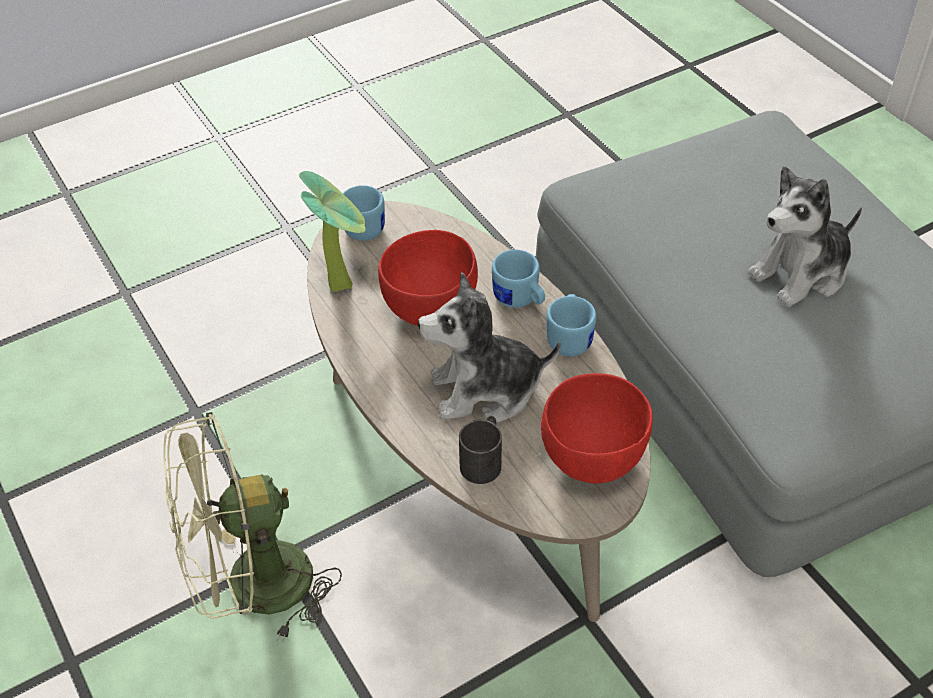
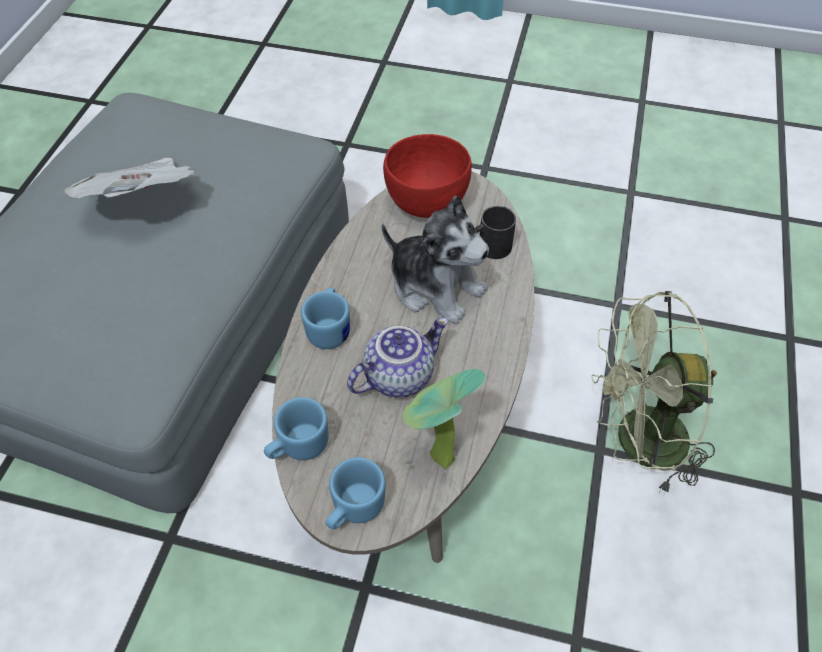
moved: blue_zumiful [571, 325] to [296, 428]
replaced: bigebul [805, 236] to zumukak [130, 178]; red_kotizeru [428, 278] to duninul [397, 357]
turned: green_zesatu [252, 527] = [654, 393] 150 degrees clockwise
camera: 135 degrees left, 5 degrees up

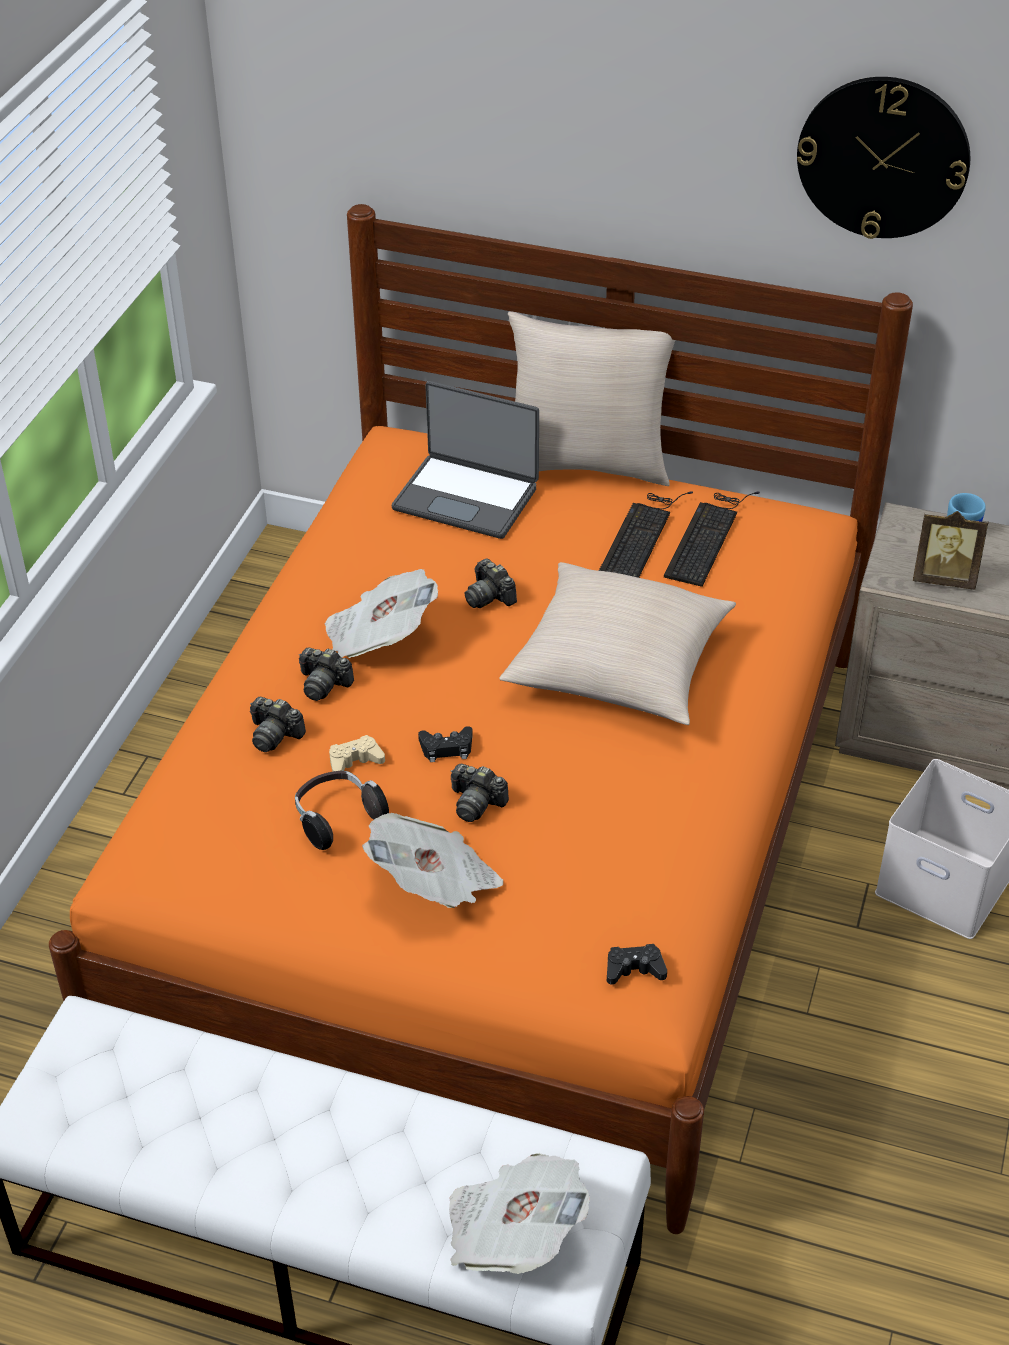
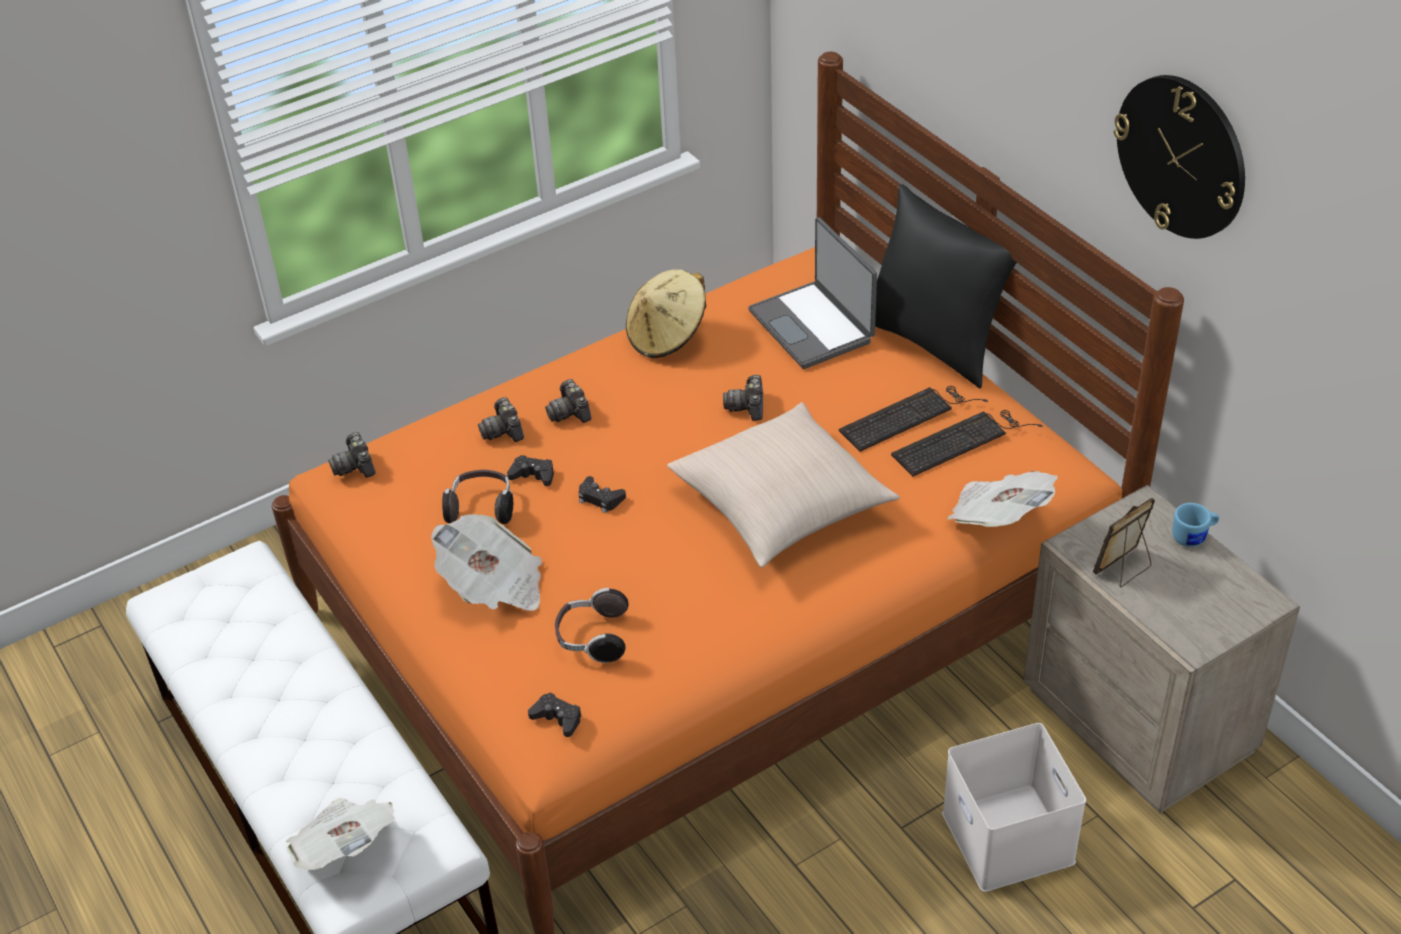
added: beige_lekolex [666, 313]; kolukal [592, 625]
moved: zumukak [381, 613] to [1002, 499]; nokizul [480, 793] to [351, 455]
recoloured: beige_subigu [591, 399] to black_subigu [946, 286]; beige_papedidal [357, 753] to black_papedidal [530, 470]
turned: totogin [950, 550] = [1124, 542] 90 degrees clockwise
camera: 40 degrees right, 0 degrees up

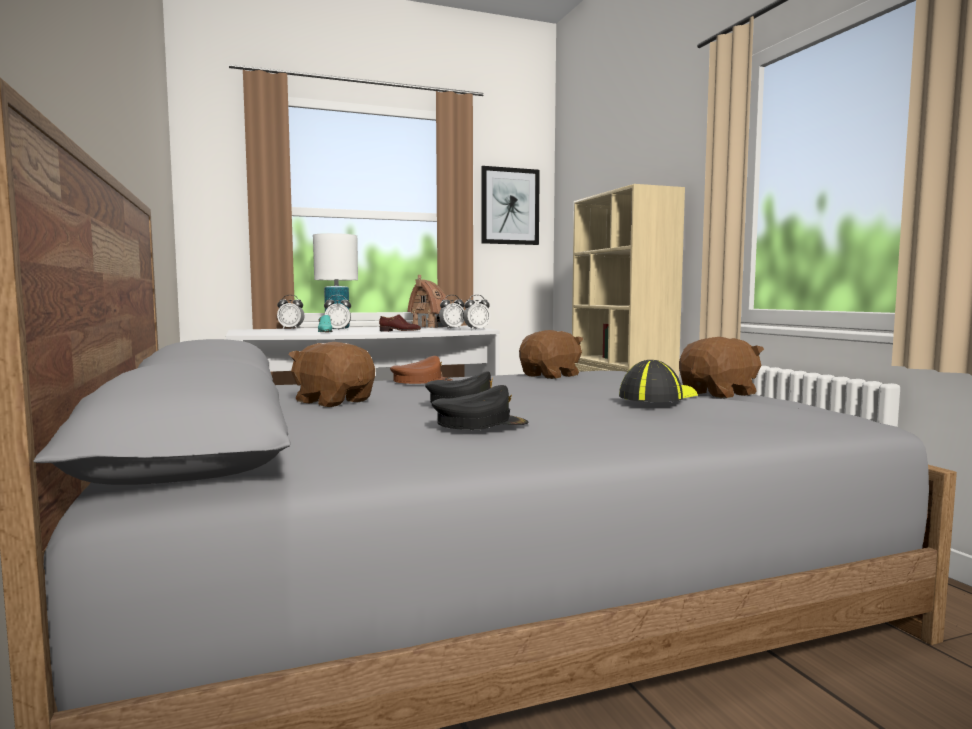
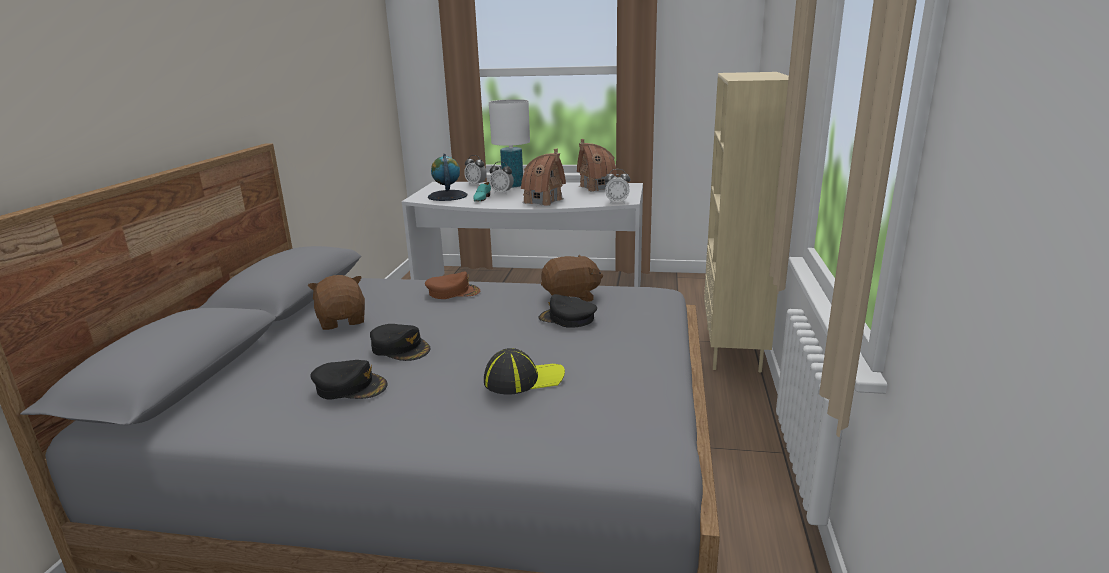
removed: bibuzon [510, 205]; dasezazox [451, 312]; brown_bigebul [721, 367]
added: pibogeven [447, 177]; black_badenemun [567, 311]
replaced: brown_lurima [400, 323] to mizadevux [543, 177]
camera: 30 degrees right, 15 degrees up

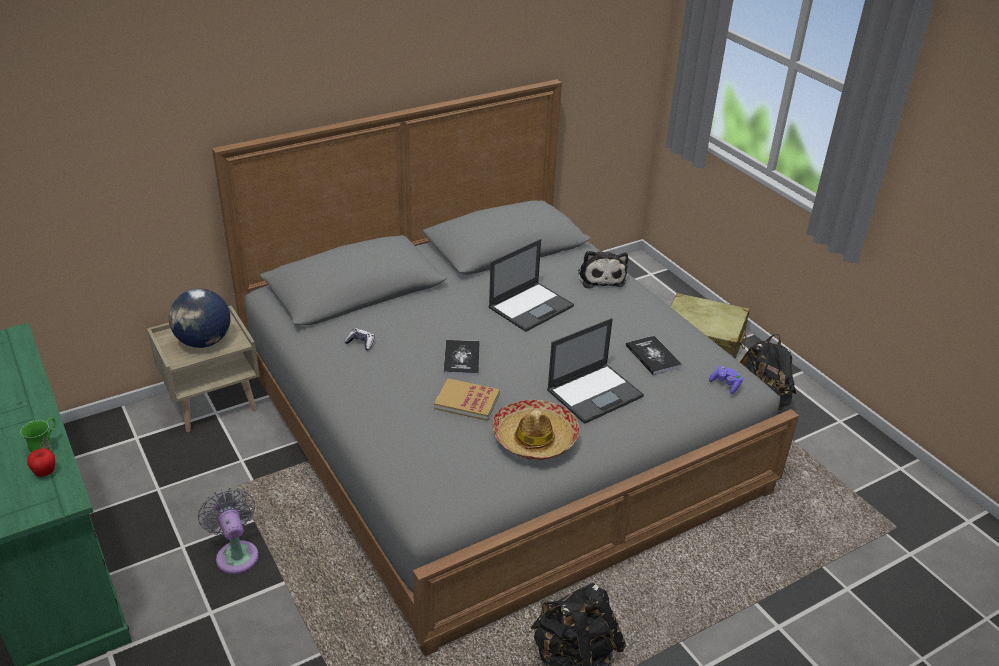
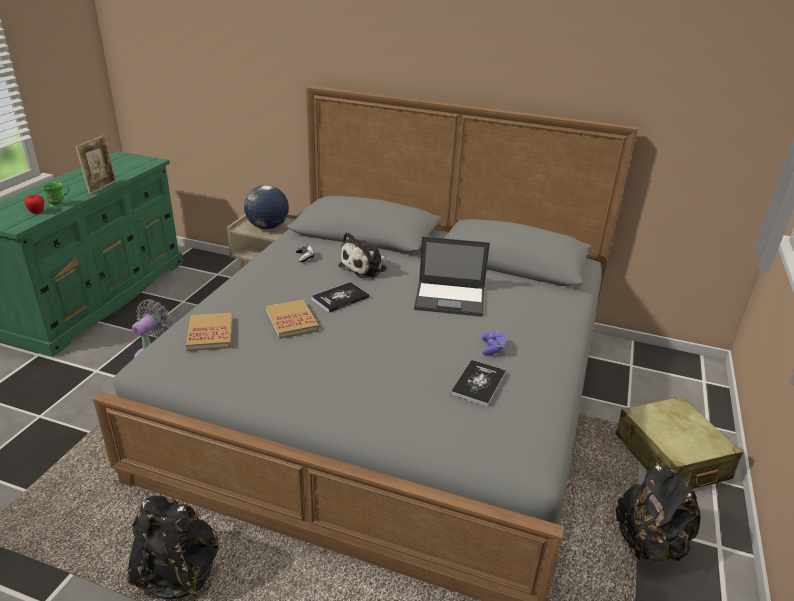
removed: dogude [595, 371]; lekolex [536, 430]
added: totogin [96, 165]; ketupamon [209, 332]
moved: bigebul [603, 269] to [362, 255]; purple_papedidal [726, 380] to [493, 343]
camera: 50 degrees right, 5 degrees down

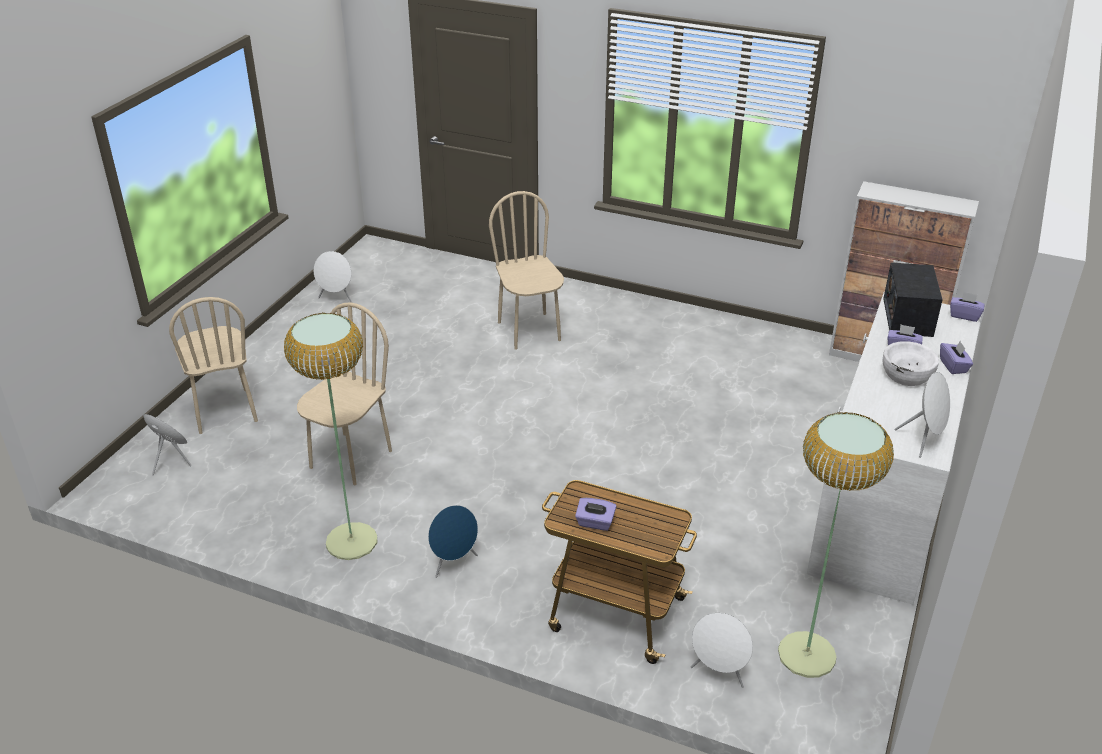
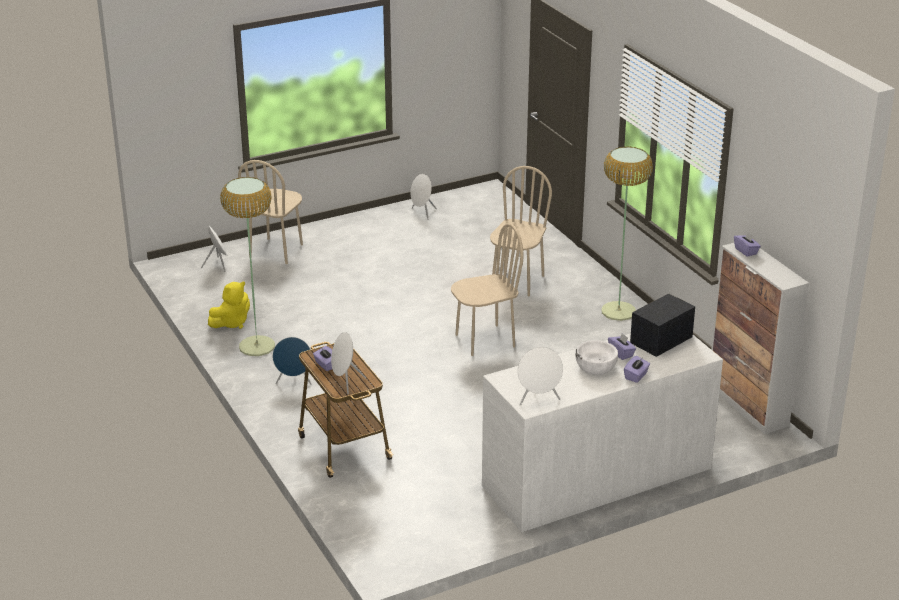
added: yellow_bigebul [229, 305]
moved: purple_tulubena [967, 307] to [747, 244]; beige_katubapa [344, 394] to [487, 289]; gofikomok [836, 545] to [627, 233]; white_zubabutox [722, 650] to [348, 363]
camera: 40 degrees right, 5 degrees down

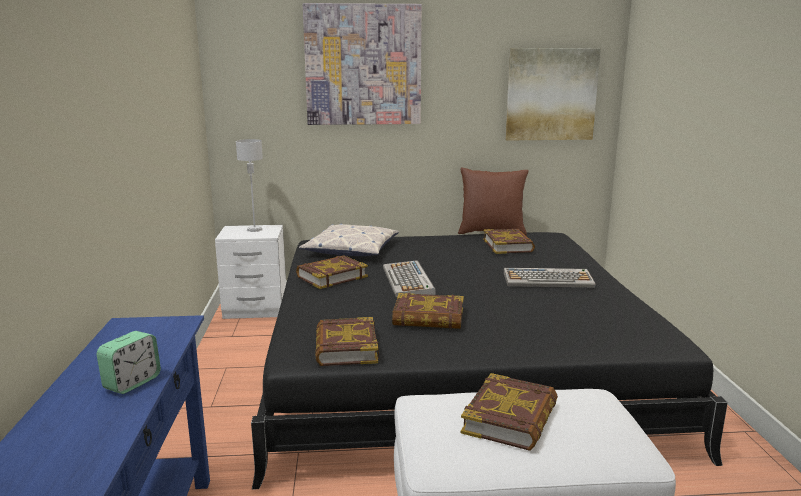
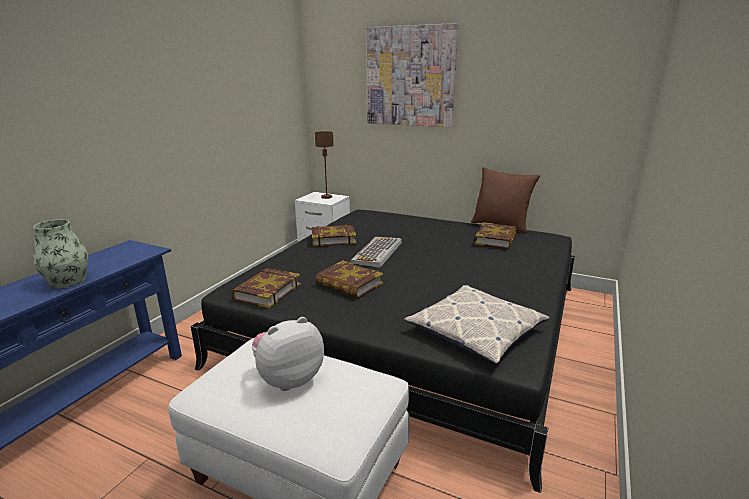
removed: bibuzon [553, 94]; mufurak [549, 277]
moved: subigu [349, 239] to [477, 324]
replaced: dasezazox [129, 362] to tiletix [60, 254]; ketupamon [509, 412] to bigebul [288, 354]
recoloured: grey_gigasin [249, 185] to brown_gigasin [324, 165]
camera: 30 degrees right, 5 degrees up

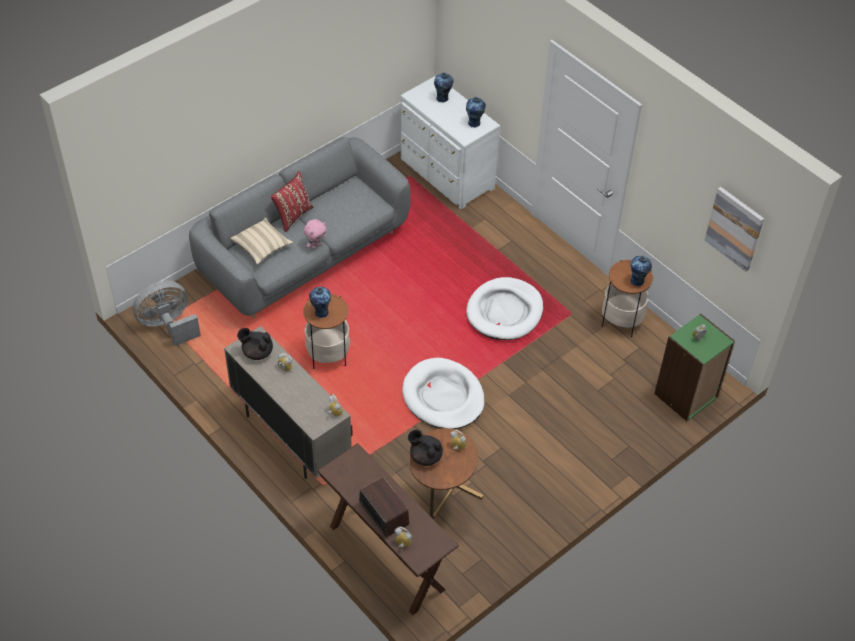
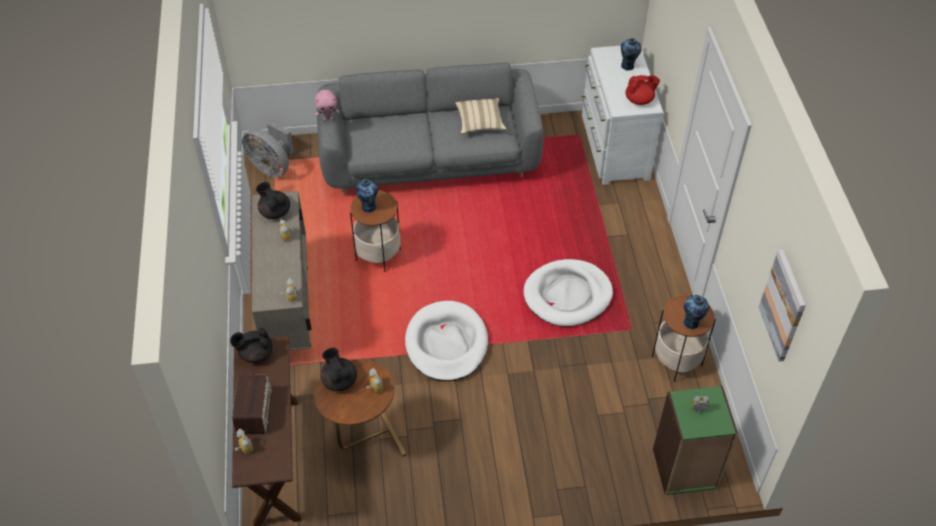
removed: red_subigu [292, 201]
added: black_duninul [251, 345]
moved: beige_subigu [261, 241] to [480, 116]; pink_bigebul [315, 234] to [327, 105]
replaced: tiletix [476, 112] to red_duninul [643, 90]
turned: grey_zesatu [167, 313] = [268, 149] 150 degrees counterclockwise
camera: 35 degrees right, 0 degrees up

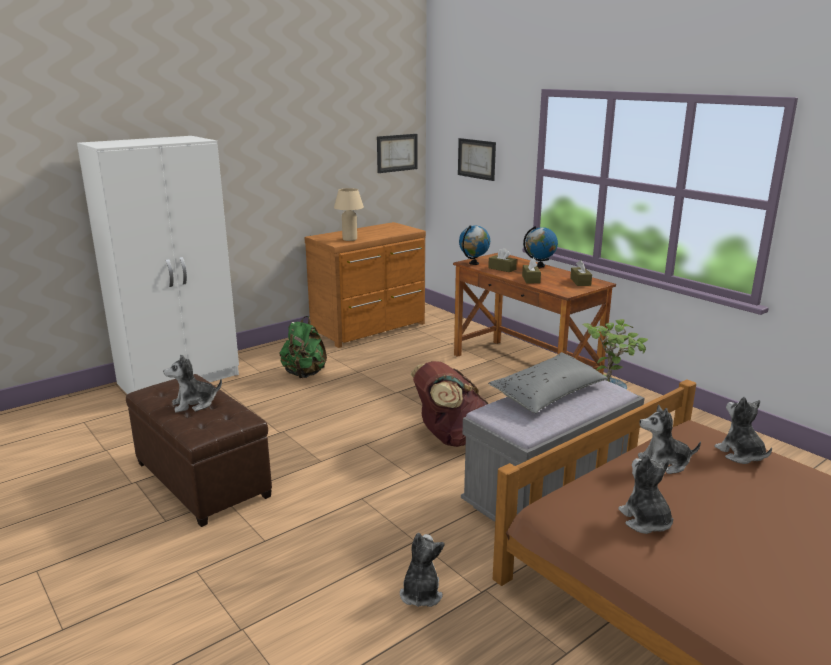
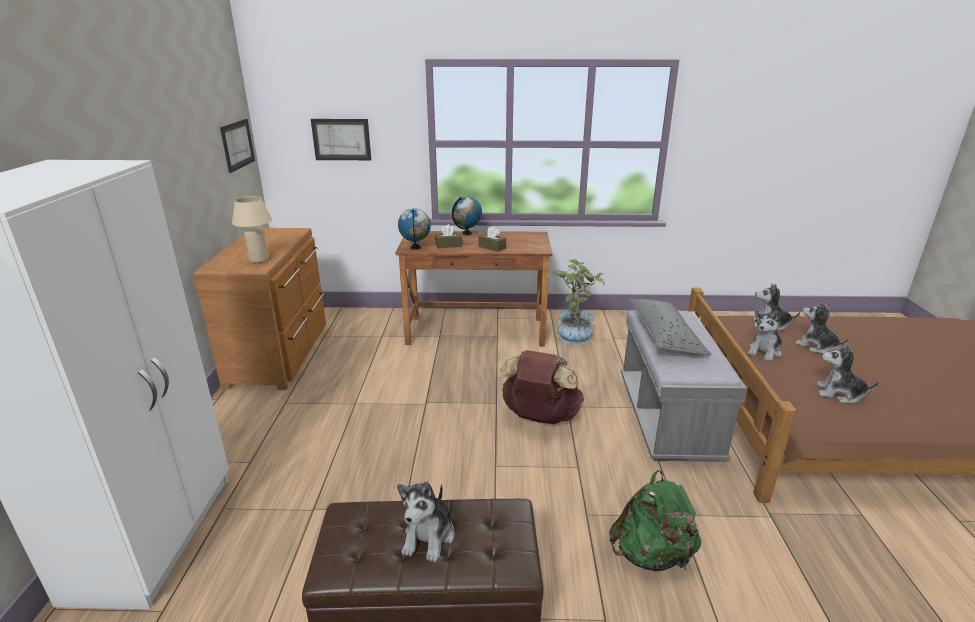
removed: brown_tulubena [581, 273]
moved: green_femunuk [303, 347] to [655, 520]; bigebul [422, 570] to [822, 328]
camera: 50 degrees left, 5 degrees up

